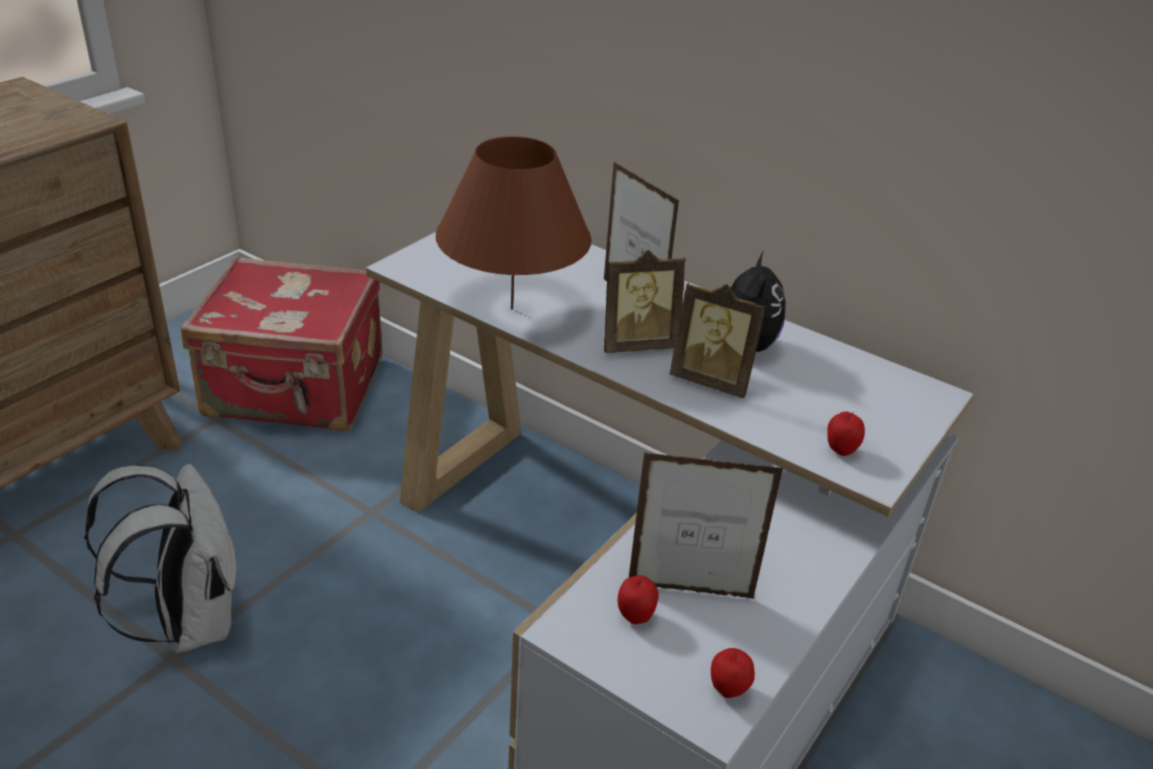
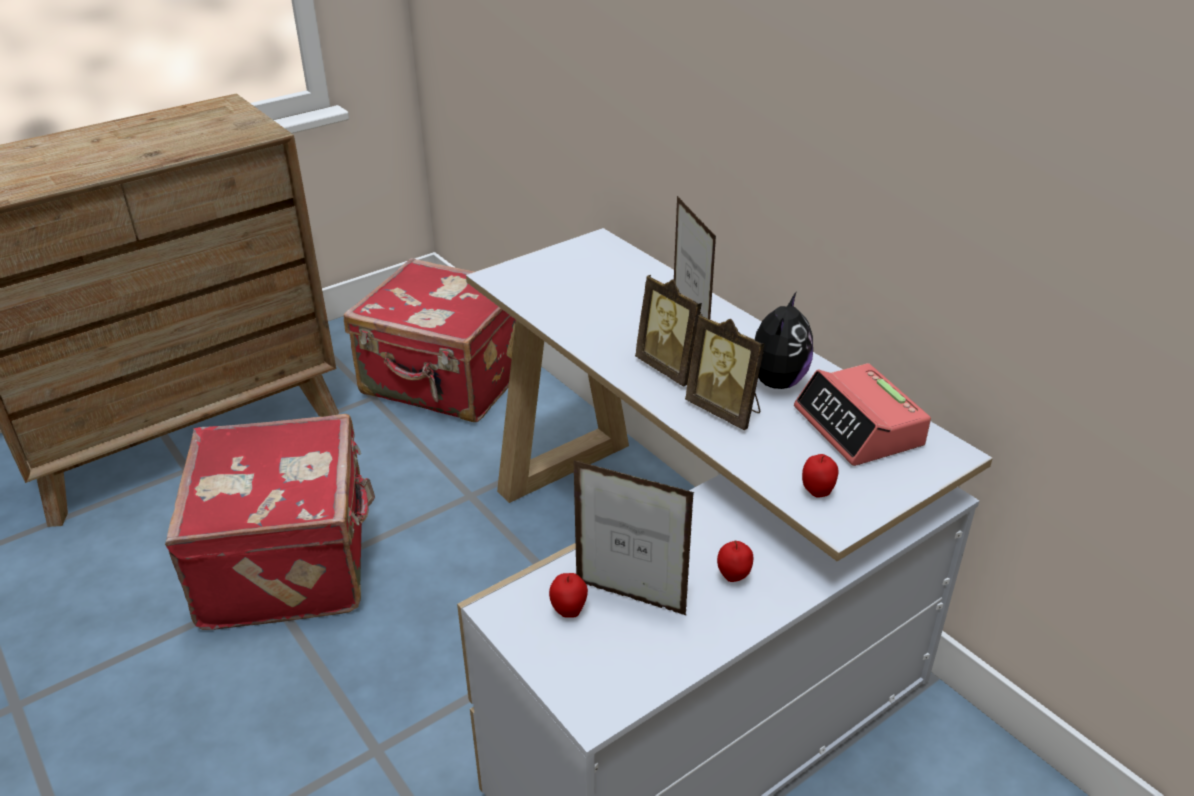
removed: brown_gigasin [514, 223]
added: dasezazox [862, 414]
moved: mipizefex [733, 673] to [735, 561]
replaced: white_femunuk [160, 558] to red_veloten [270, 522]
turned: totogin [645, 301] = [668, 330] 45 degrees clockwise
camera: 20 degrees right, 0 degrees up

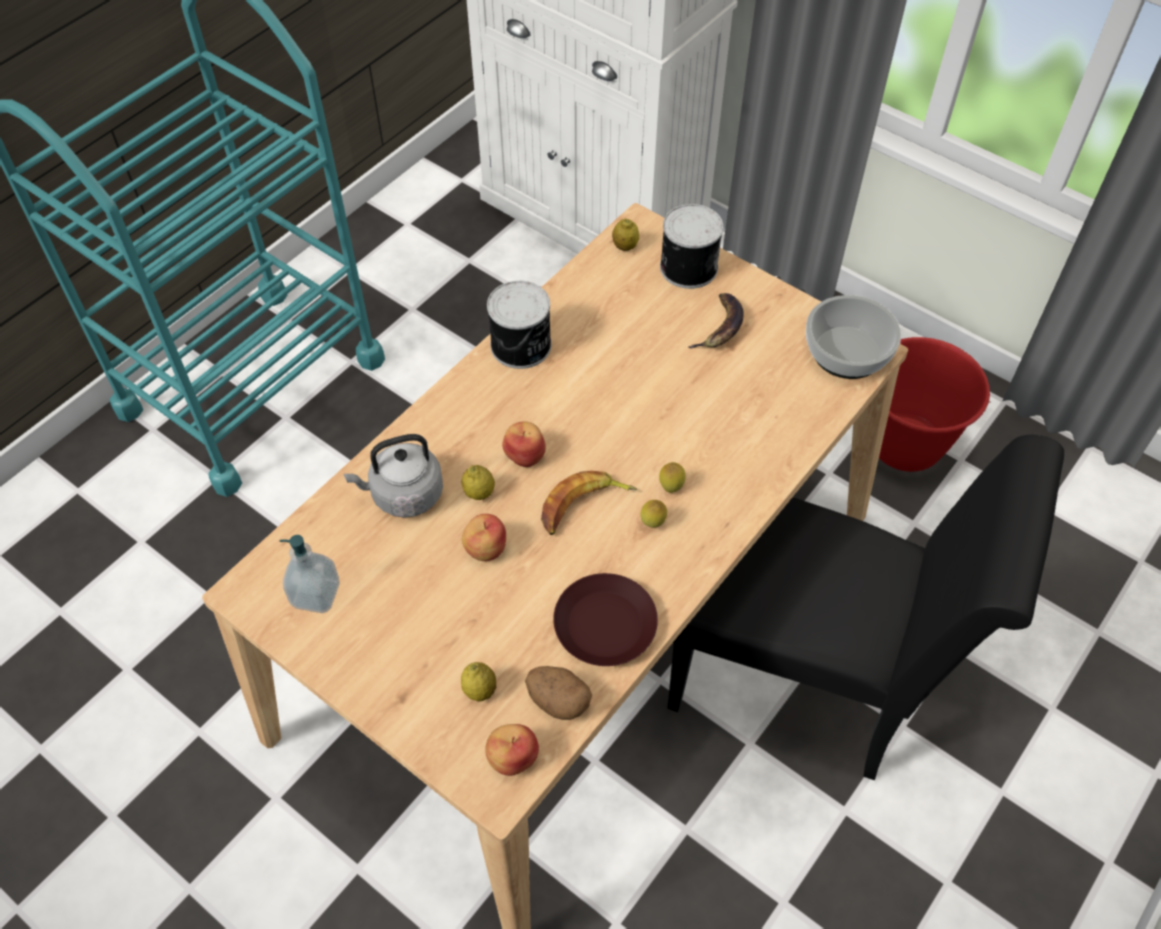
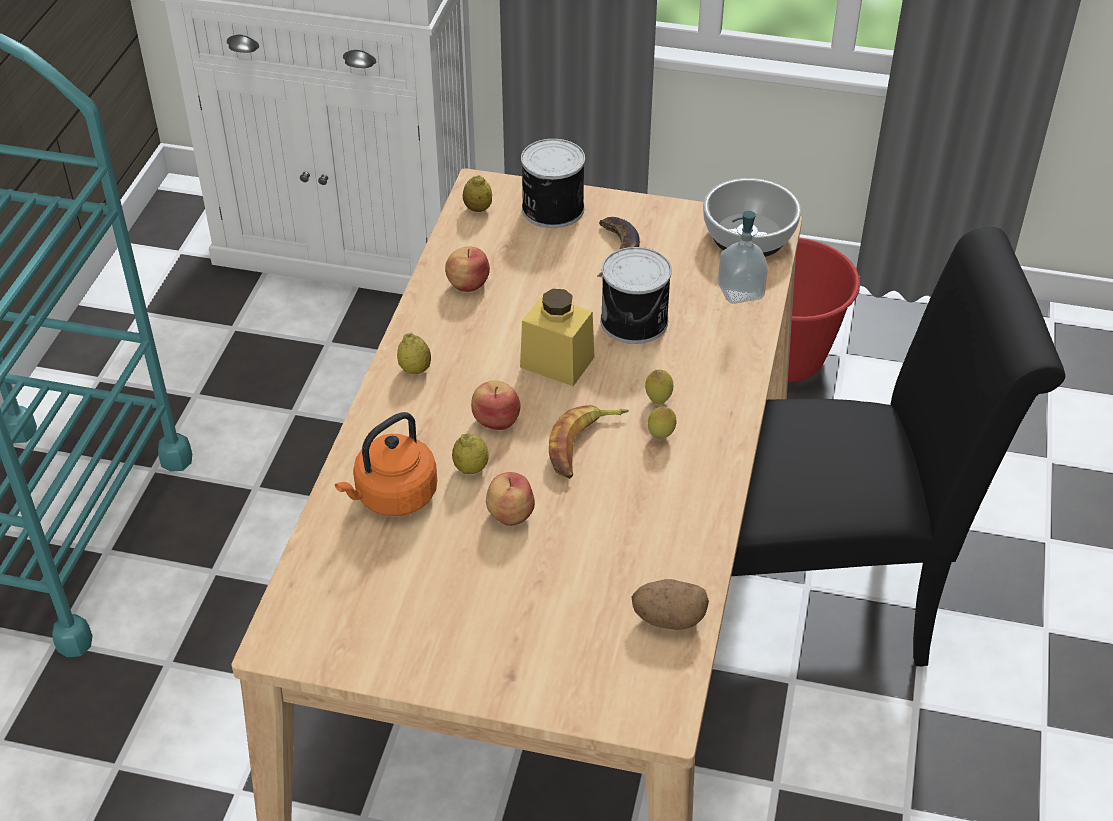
removed: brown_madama [605, 619]
added: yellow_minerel [557, 337]
moved: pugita [519, 325] to [636, 295]; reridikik [309, 574] to [743, 257]; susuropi [478, 681] to [414, 353]; mipizefex [512, 750] to [467, 269]
recoloured: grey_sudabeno [393, 476] to orange_sudabeno [386, 464]
camera: 25 degrees left, 10 degrees down

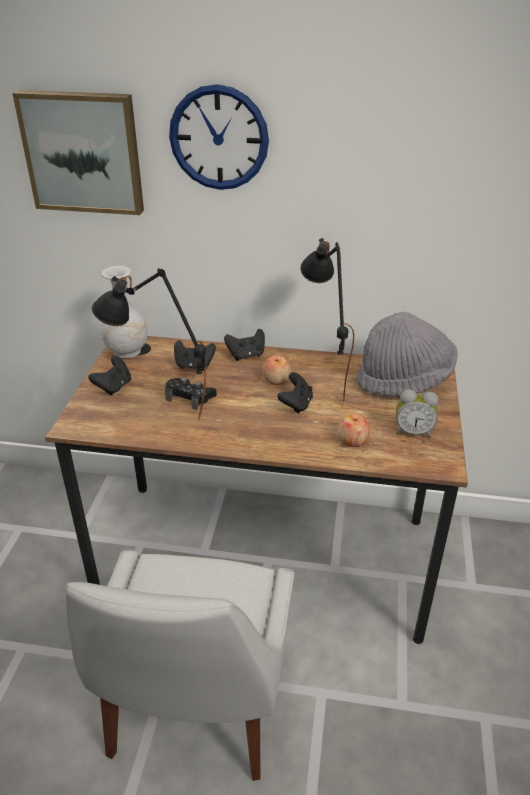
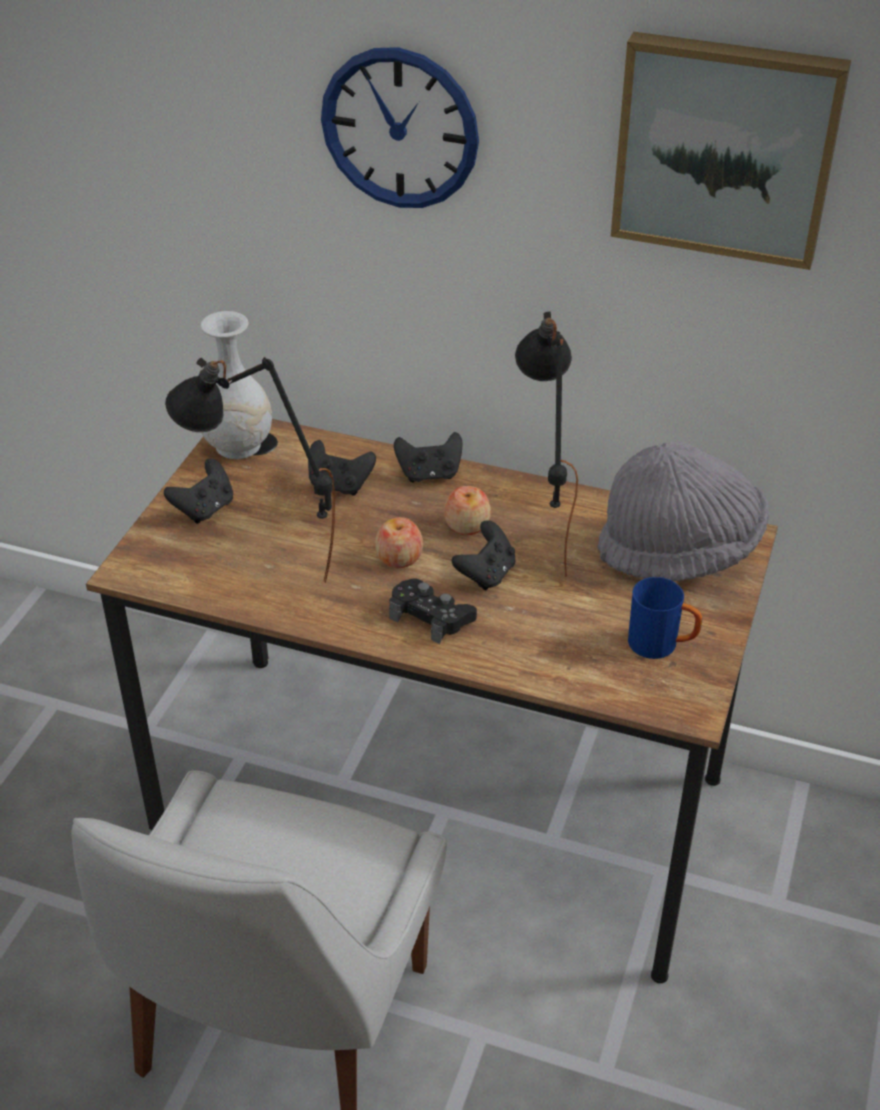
moved: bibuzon [78, 152] to [731, 151]; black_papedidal [191, 393] to [433, 611]; mipizefex [354, 430] to [399, 542]
replaced: dasezazox [417, 413] to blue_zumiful [665, 618]
camera: 10 degrees right, 5 degrees up

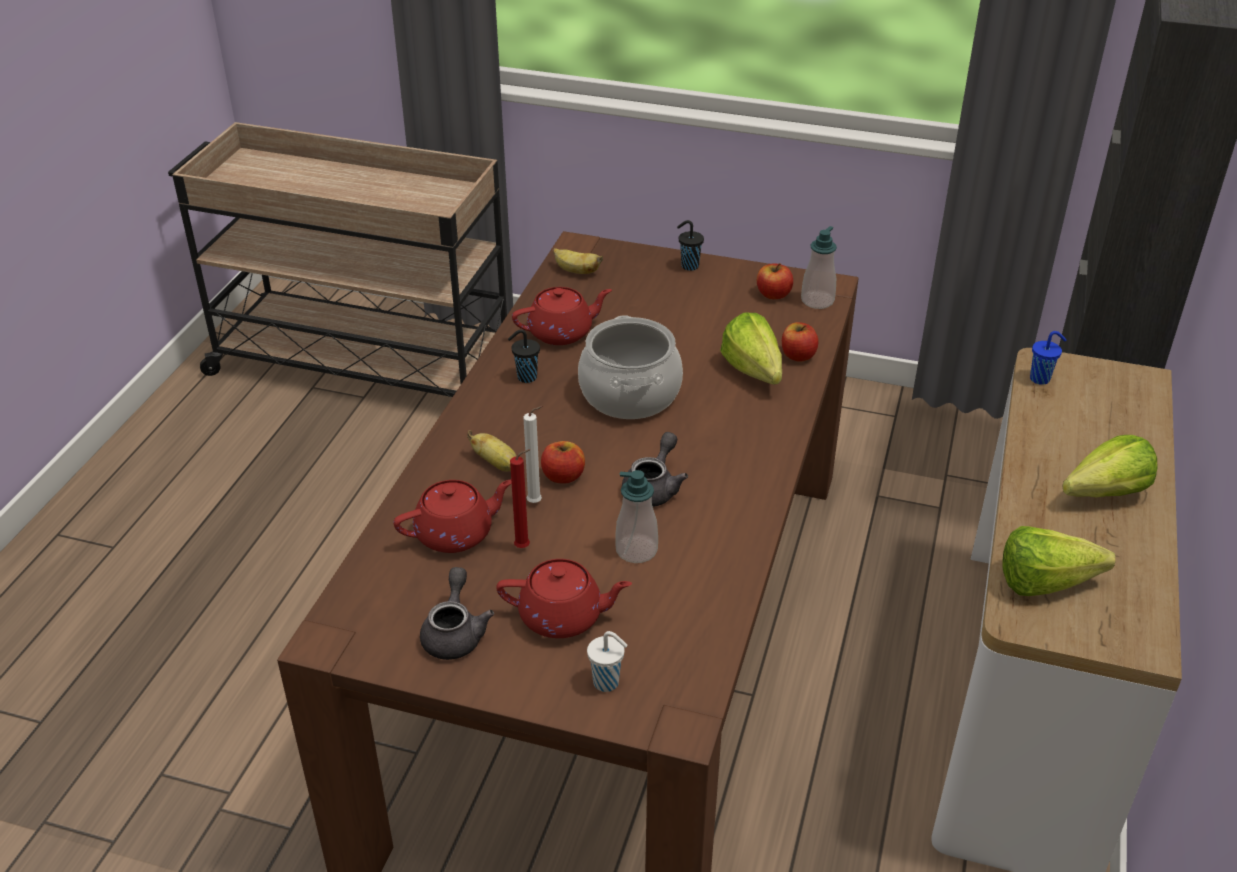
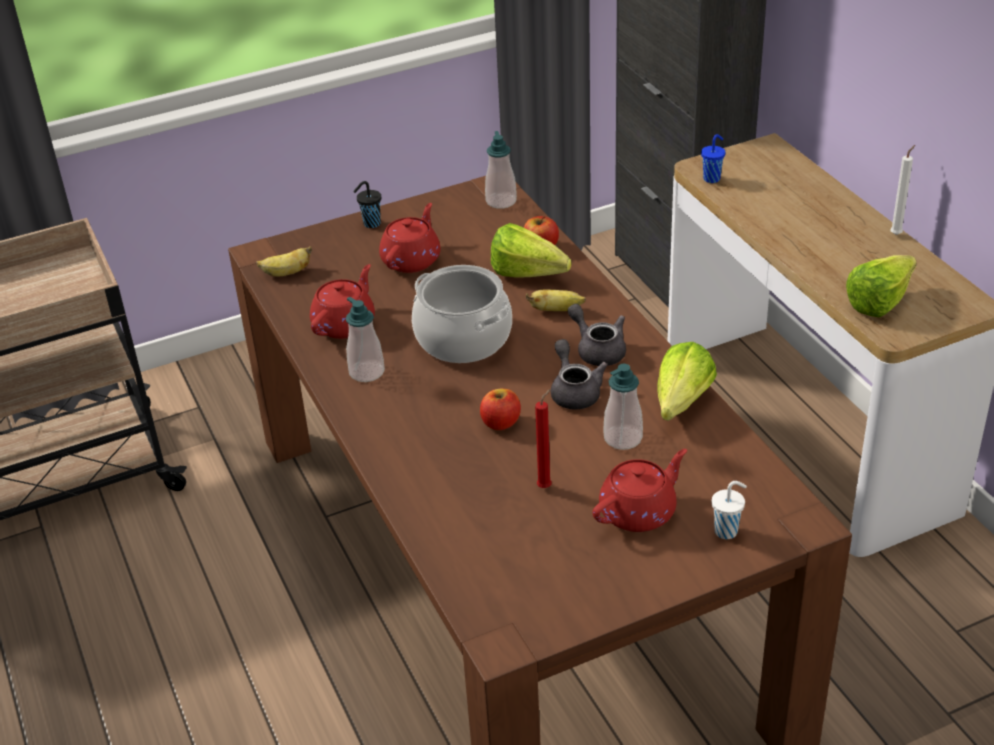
removed: mipizefex [775, 281]
moved: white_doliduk [533, 454] to [902, 190]; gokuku [492, 450] to [556, 300]; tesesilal [1110, 466] to [687, 381]; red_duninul [452, 516] to [410, 238]; grey_duninul [457, 613] to [597, 335]
replaced: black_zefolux [524, 356] to reridikik [365, 339]
camera: 40 degrees left, 0 degrees up

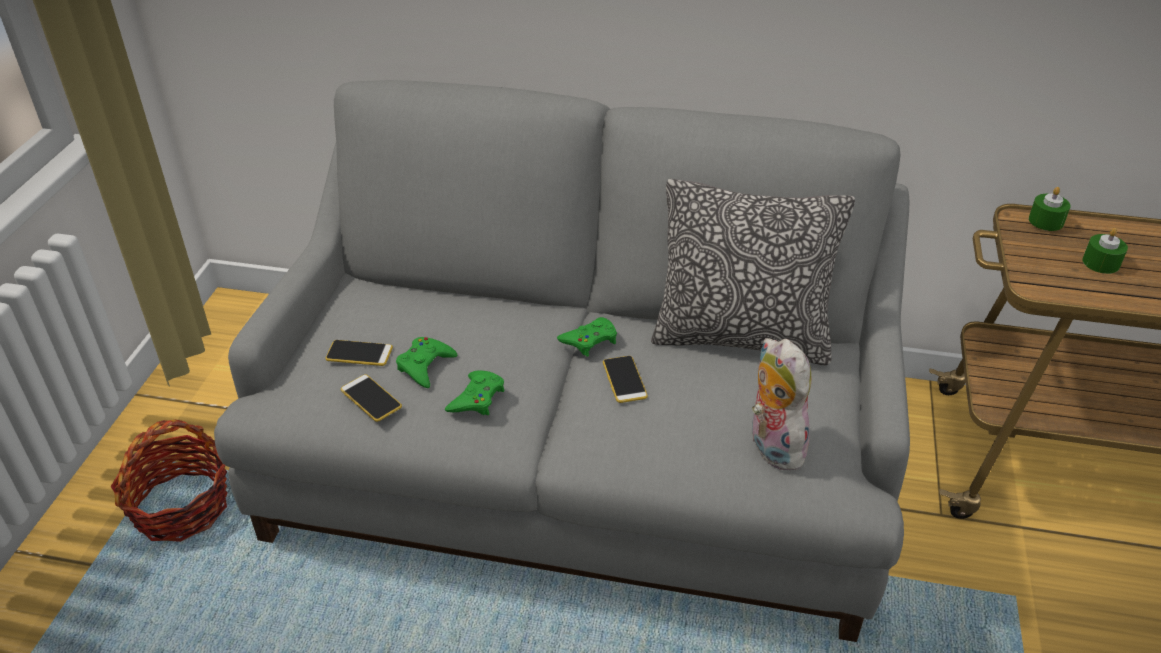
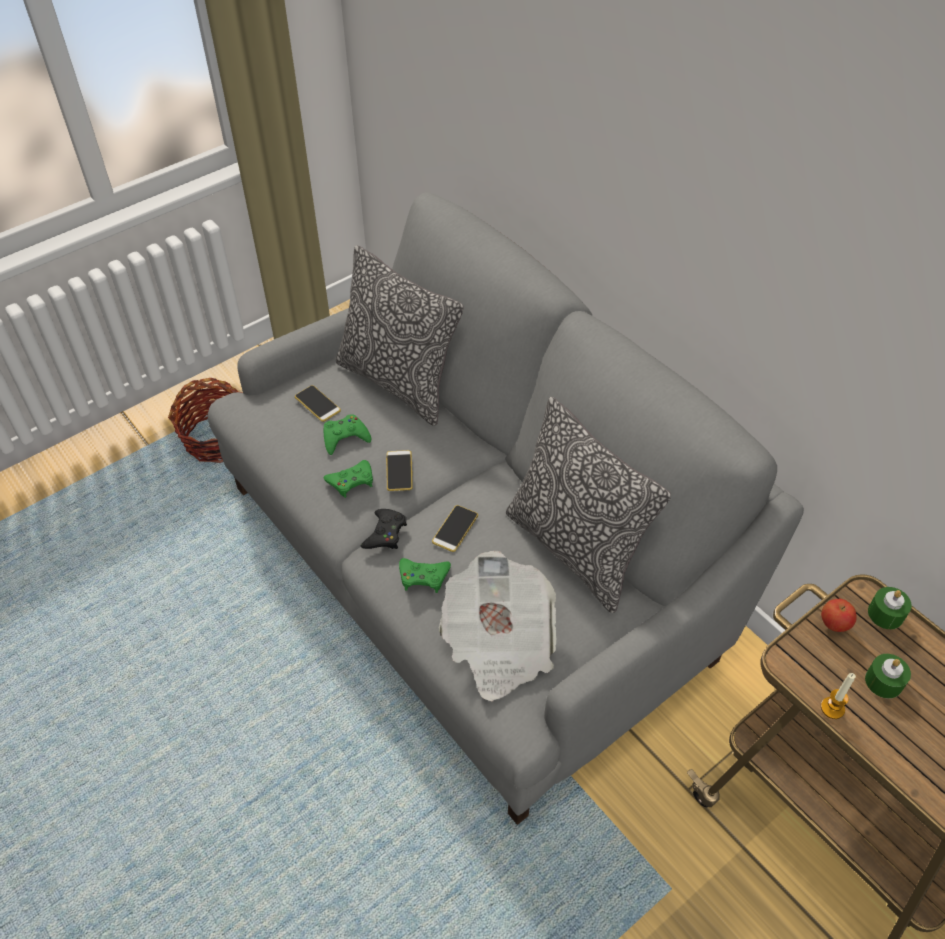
added: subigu [400, 335]; black_papedidal [383, 529]; mipizefex [839, 615]; doliduk [838, 696]
moved: green_papedidal [587, 337] to [425, 575]; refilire [371, 398] to [399, 470]
replaced: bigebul [781, 404] to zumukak [497, 626]
camera: 40 degrees right, 10 degrees up

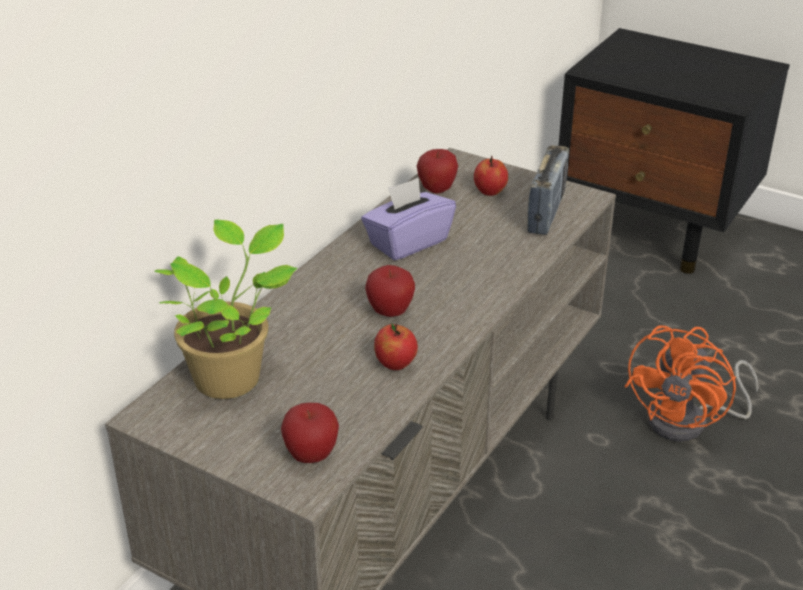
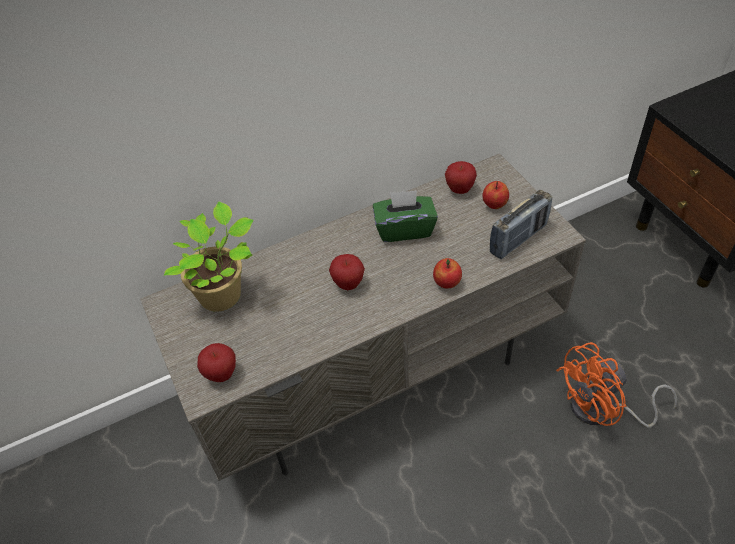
moved: mipizefex [396, 347] to [447, 273]
recoloured: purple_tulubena [408, 219] to green_tulubena [405, 216]
camera: 35 degrees right, 15 degrees up

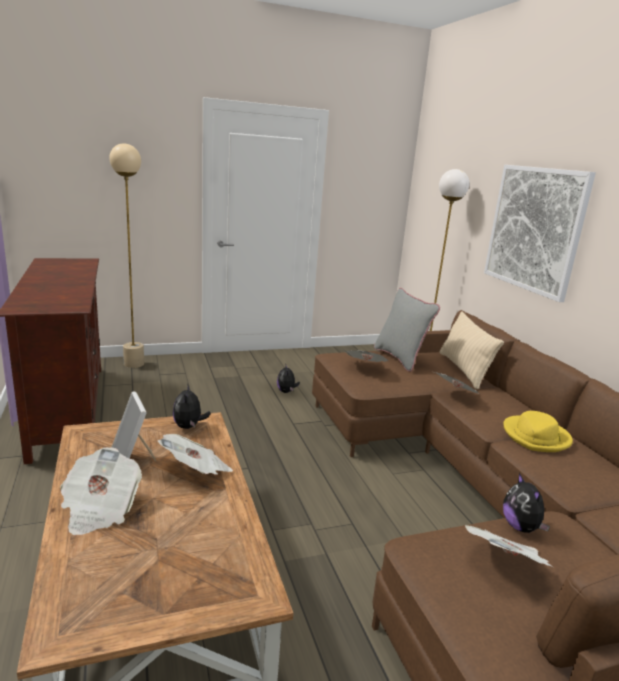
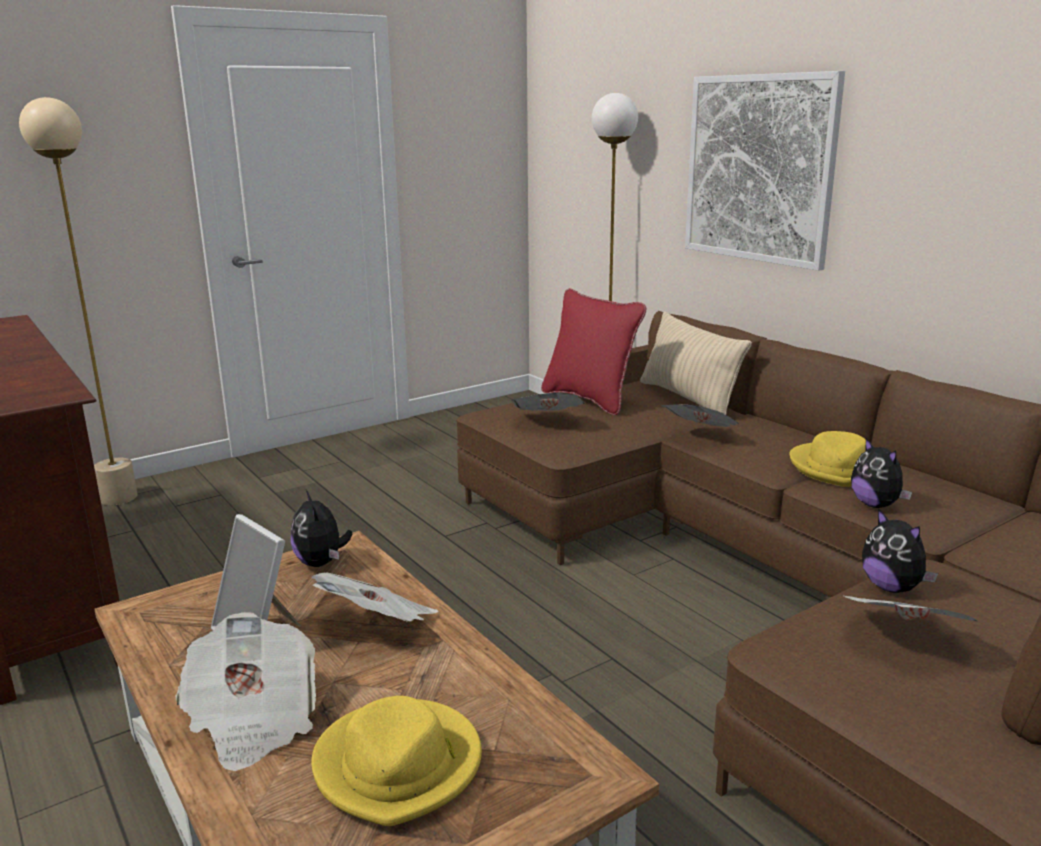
added: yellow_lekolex [397, 761]
moved: bigebul [288, 378] to [881, 473]
recoloured: grey_subigu [407, 330] to red_subigu [593, 351]
camera: 15 degrees left, 0 degrees up

